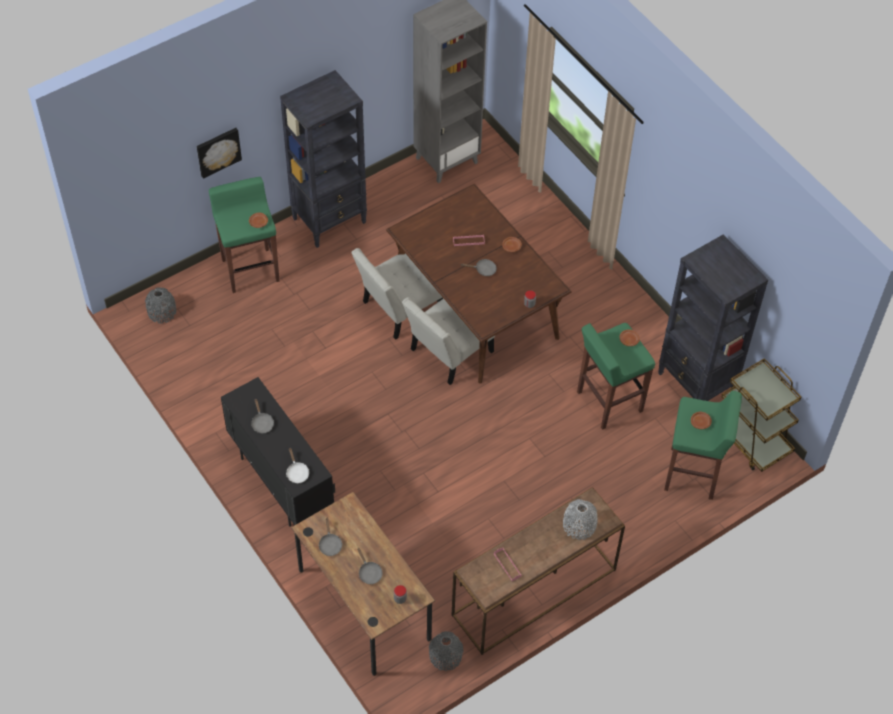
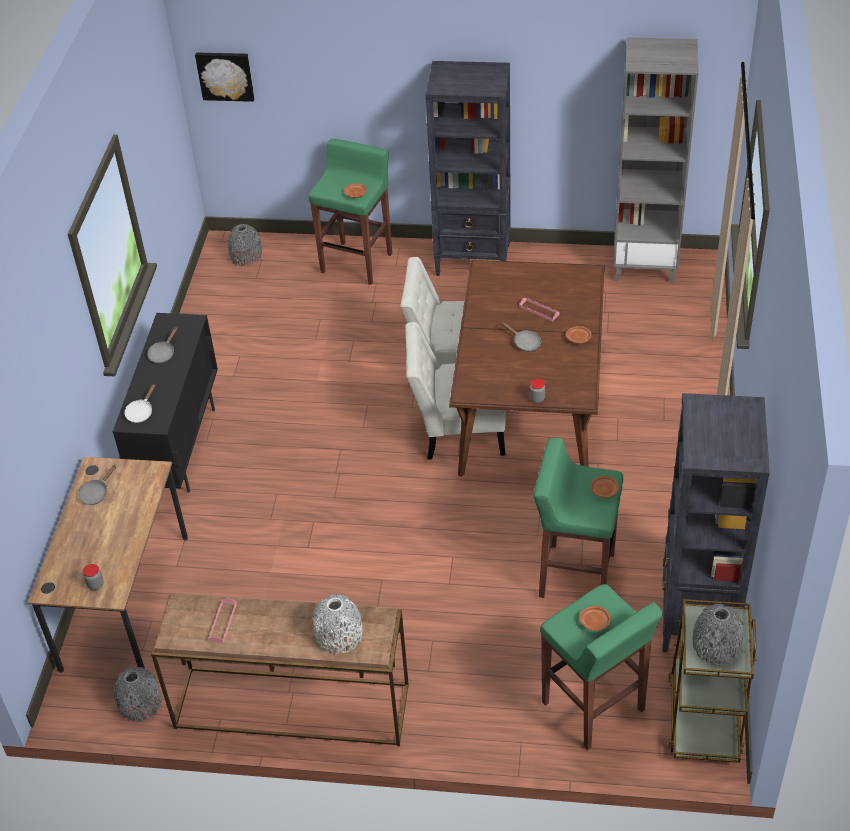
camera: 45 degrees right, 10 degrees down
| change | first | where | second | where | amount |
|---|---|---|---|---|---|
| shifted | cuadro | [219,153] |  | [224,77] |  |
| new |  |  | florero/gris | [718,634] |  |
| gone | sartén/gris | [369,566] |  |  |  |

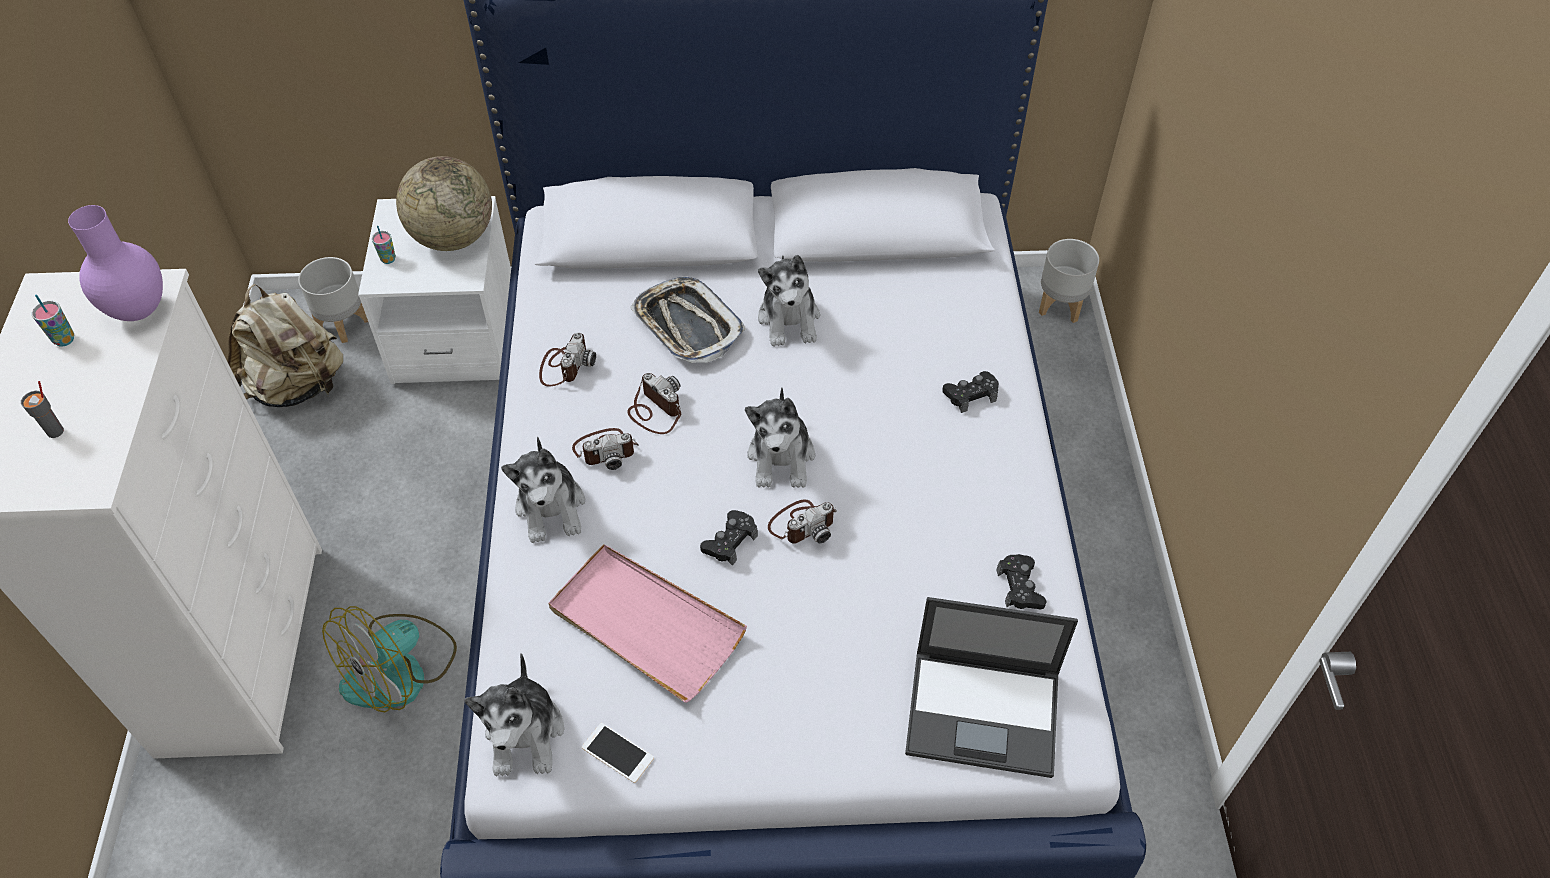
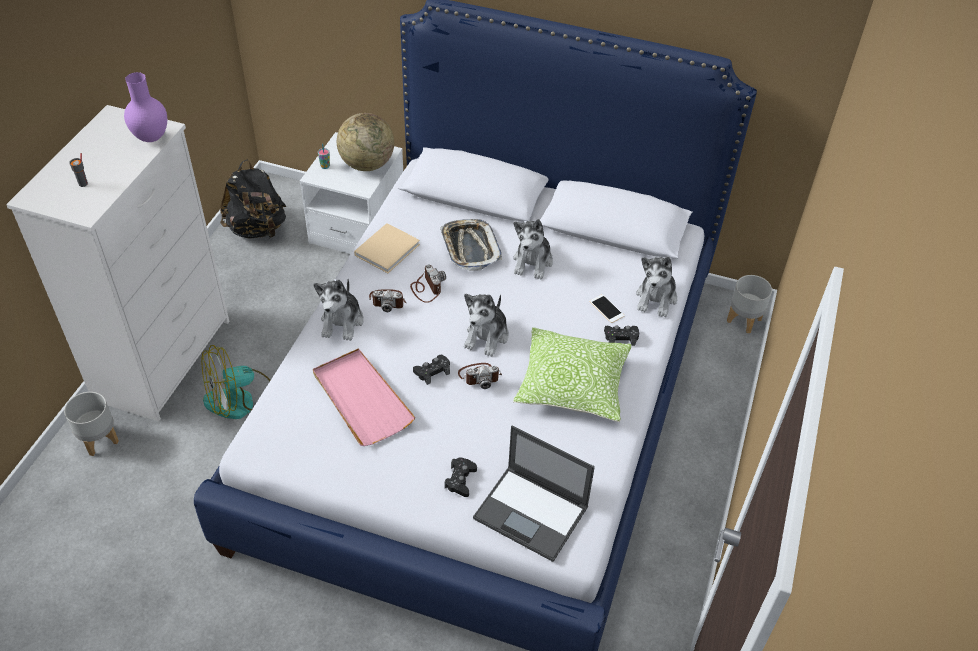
camera: 20 degrees right, 5 degrees down
| change | first | where | second | where | amount |
|---|---|---|---|---|---|
| shifted | maceta/gris | [333,300] |  | [91,424] |  |
| repainted | mochila/beis | [285,345] | mochila/negro | [253,199] |  |
| swapped | cámara | [567,360] | libro/beis | [387,248] |  |
| shifted | mando de consola/negro | [1021,581] |  | [460,477] |  |
| new |  |  | cojín | [572,374] |  |
| shifted | móvil | [618,753] |  | [607,308] |  |
| shifted | peluche | [514,714] |  | [656,286] |  |
| gone | taza | [53,321] |  |  |  |

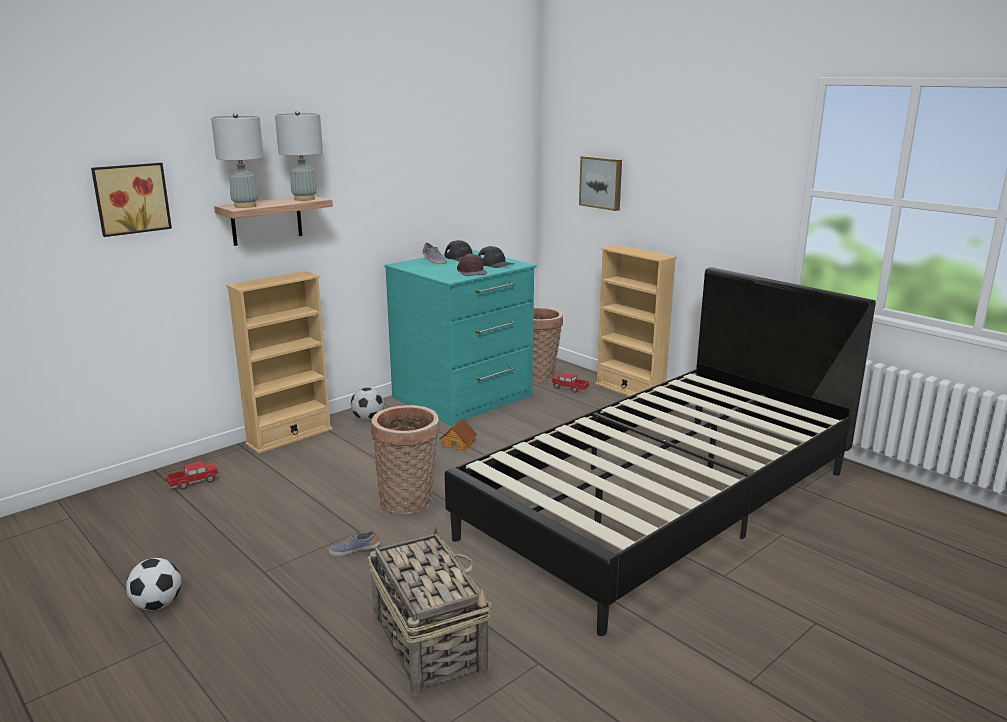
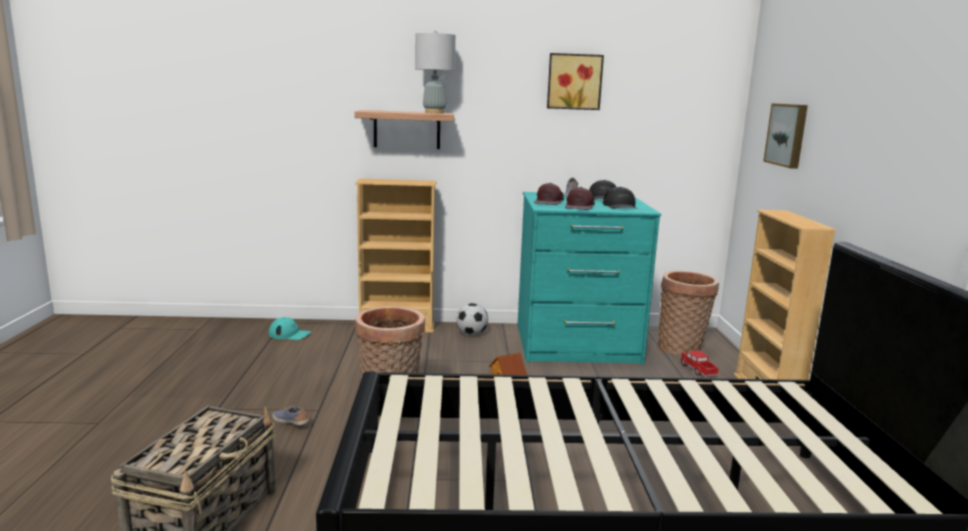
camera: 40 degrees right, 5 degrees down
| change | first | where | second | where | amount |
|---|---|---|---|---|---|
| swapped | camión de juguete | [192,475] | gorra/turquesa | [290,328] |  |
| new |  |  | gorra/marrón | [549,194] |  |
| shifted | cuadro | [131,200] |  | [575,81] |  |
| gone | balón de fútbol | [153,584] |  |  |  |
| gone | lámpara de mesa/gris | [237,160] |  |  |  |

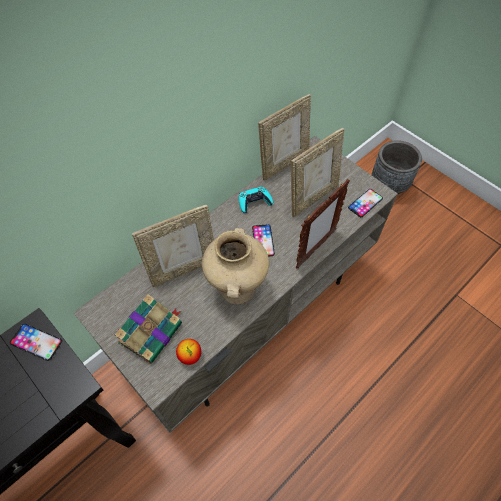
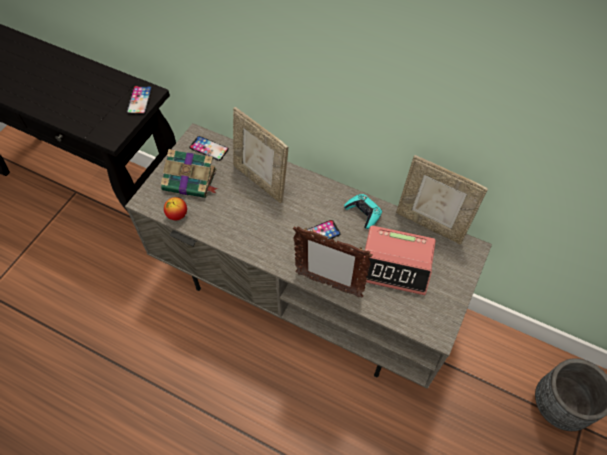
camera: 70 degrees right, 0 degrees up
| change | first | where | second | where | amount |
|---|---|---|---|---|---|
| shifted | móvil | [365,203] |  | [209,148] |  |
| swapped | portarretratos | [317,172] | despertador | [400,260] |  |
| gone | florero/beis | [235,266] |  |  |  |

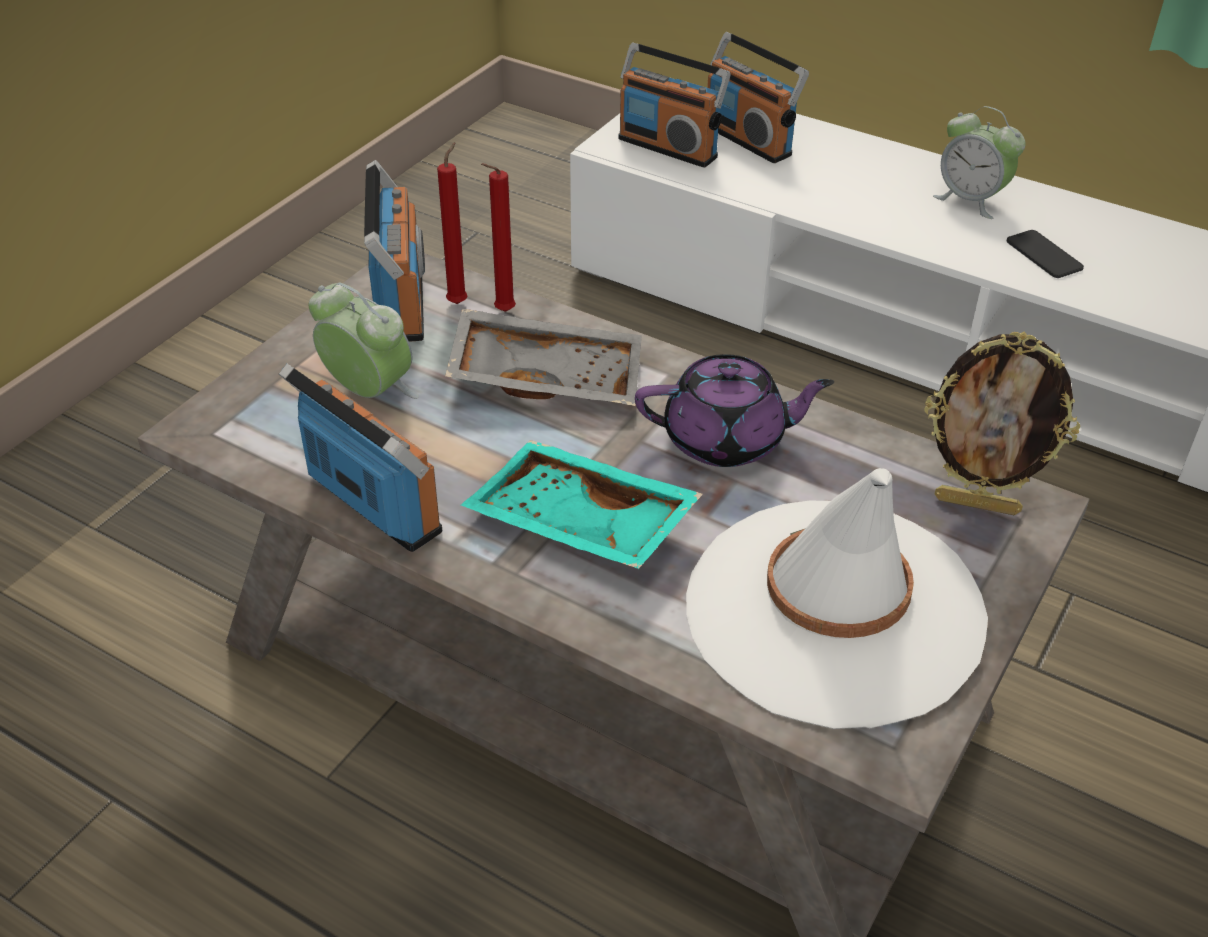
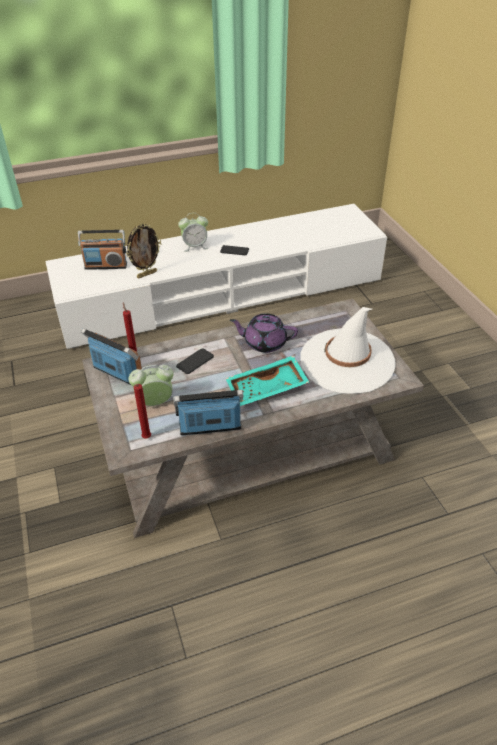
camera: 50 degrees left, 0 degrees up
| change | first | where | second | where | amount |
|---|---|---|---|---|---|
| shifted | portarretratos | [1002,423] |  | [143,250] |  |
| shifted | vela/rojo | [498,237] |  | [142,411] |  |
| swapped | bandeja/gris | [543,357] | móvil | [195,361] |  |
| rotated | tetera/morado | [734,410] |  | [264,333] | 120 degrees counterclockwise |
| gone | radio | [674,105] |  |  |  |

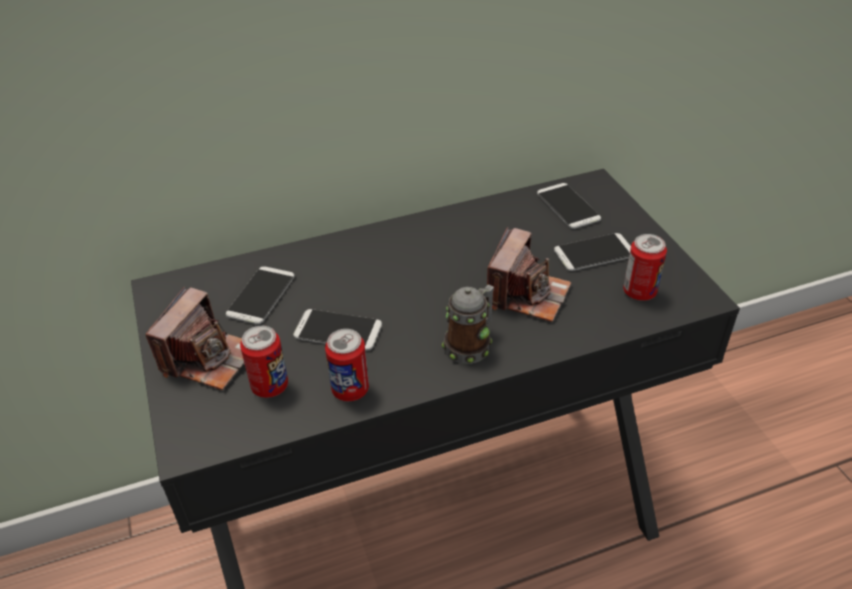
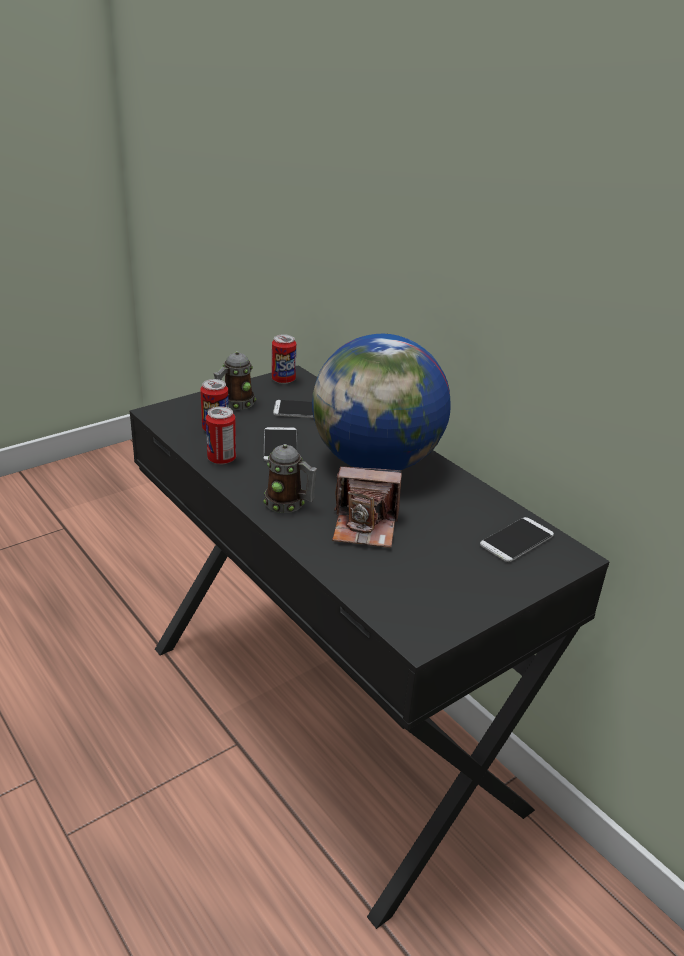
camera: 70 degrees right, 10 degrees down
| change | first | where | second | where | amount |
|---|---|---|---|---|---|
| swapped | cámara | [194,338] | taza grande | [234,380] |  |
| shifted | lata | [645,267] |  | [284,359] |  |
| new |  |  | globo terráqueo | [381,402] |  |
| gone | móvil | [592,252] |  |  |  |

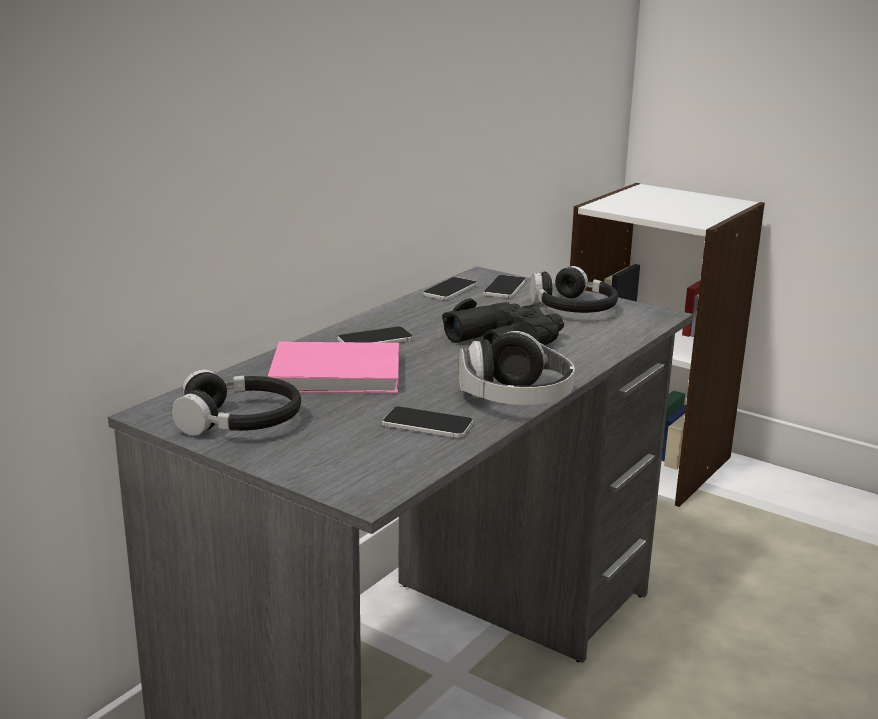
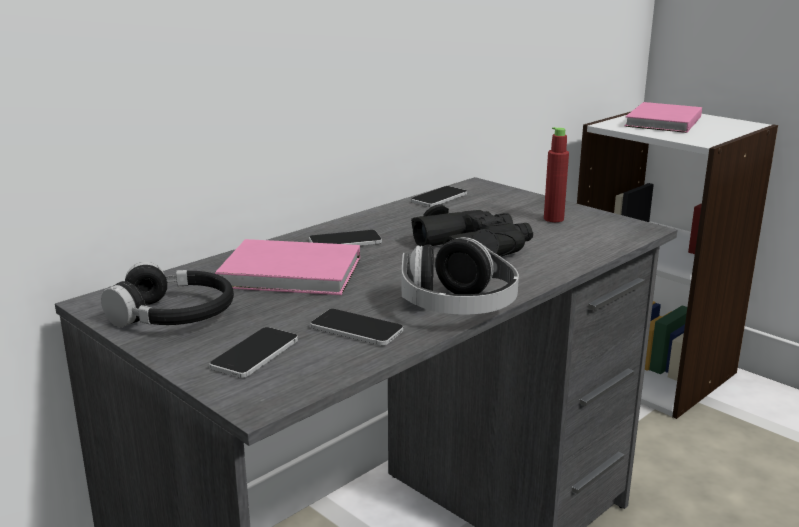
camera: 10 degrees right, 0 degrees up
| change | first | where | second | where | amount |
|---|---|---|---|---|---|
| shifted | móvil | [504,286] |  | [253,352] |  |
| swapped | auriculares/negro | [574,289] | botella/rojo | [556,174] |  |
| new |  |  | libro/rosa | [663,117] |  |

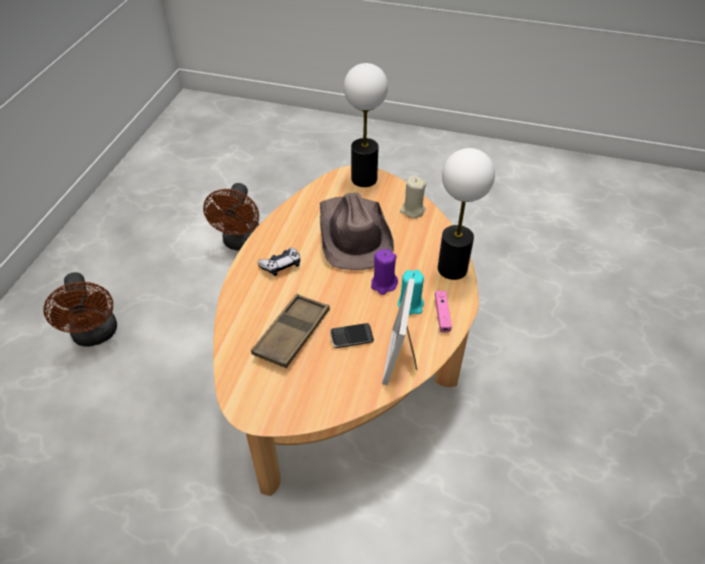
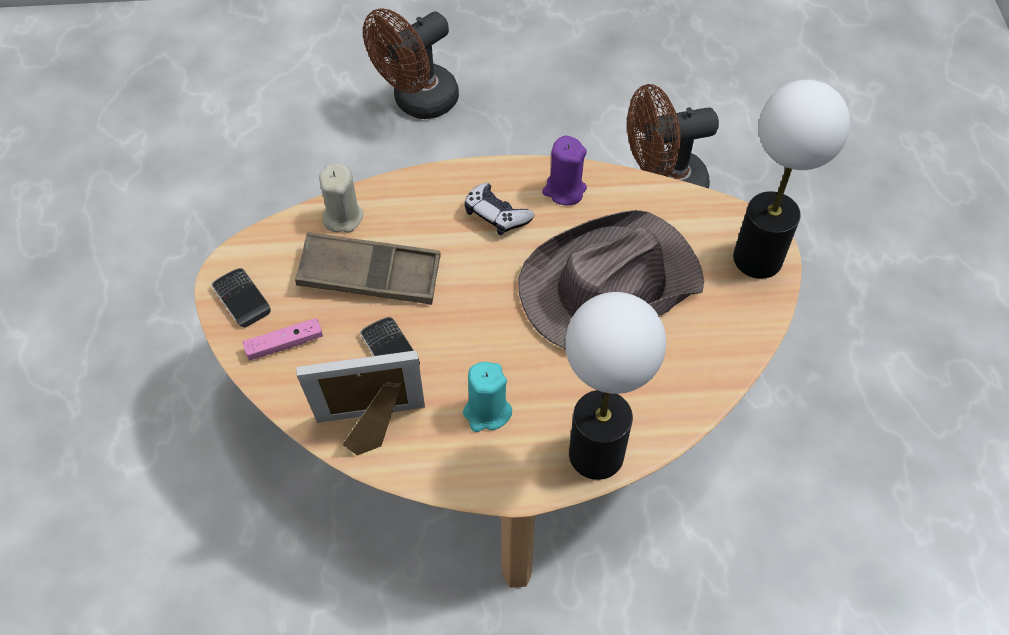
camera: 70 degrees right, 10 degrees up
| change | first | where | second | where | amount |
|---|---|---|---|---|---|
| new |  |  | móvil | [241,298] |  |
| shifted | mando de consola/rosa | [443,312] |  | [283,339] |  |
| shifted | vela/beis | [413,197] |  | [341,198] |  |
| shifted | vela/morado | [384,272] |  | [564,170] |  |

